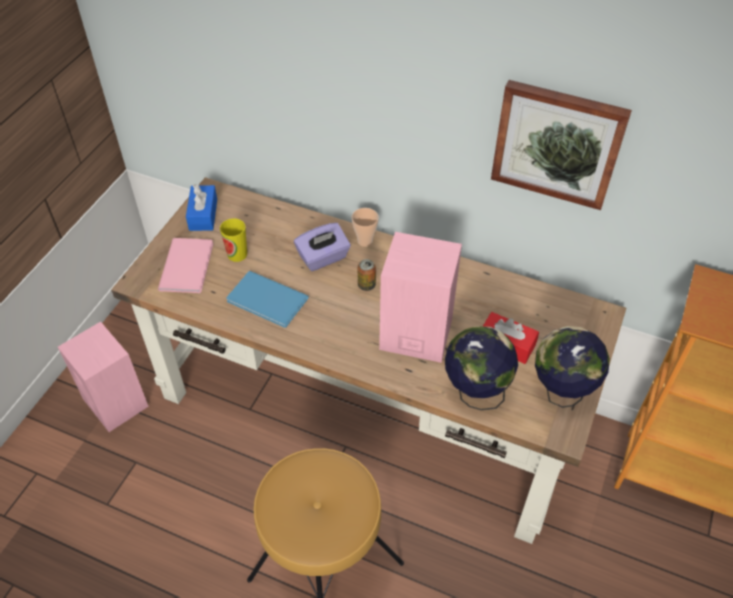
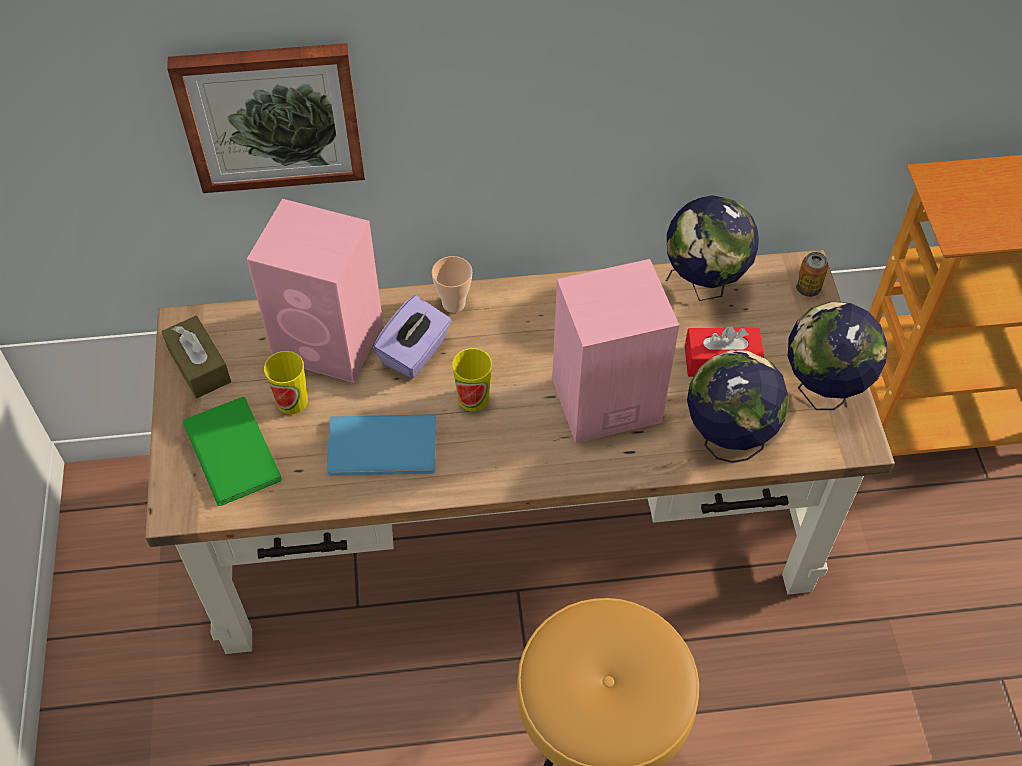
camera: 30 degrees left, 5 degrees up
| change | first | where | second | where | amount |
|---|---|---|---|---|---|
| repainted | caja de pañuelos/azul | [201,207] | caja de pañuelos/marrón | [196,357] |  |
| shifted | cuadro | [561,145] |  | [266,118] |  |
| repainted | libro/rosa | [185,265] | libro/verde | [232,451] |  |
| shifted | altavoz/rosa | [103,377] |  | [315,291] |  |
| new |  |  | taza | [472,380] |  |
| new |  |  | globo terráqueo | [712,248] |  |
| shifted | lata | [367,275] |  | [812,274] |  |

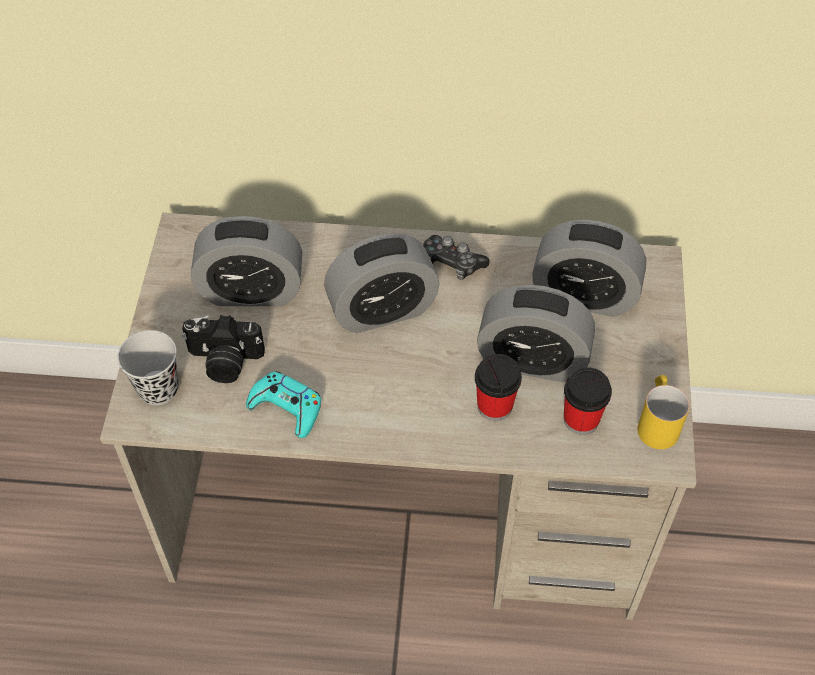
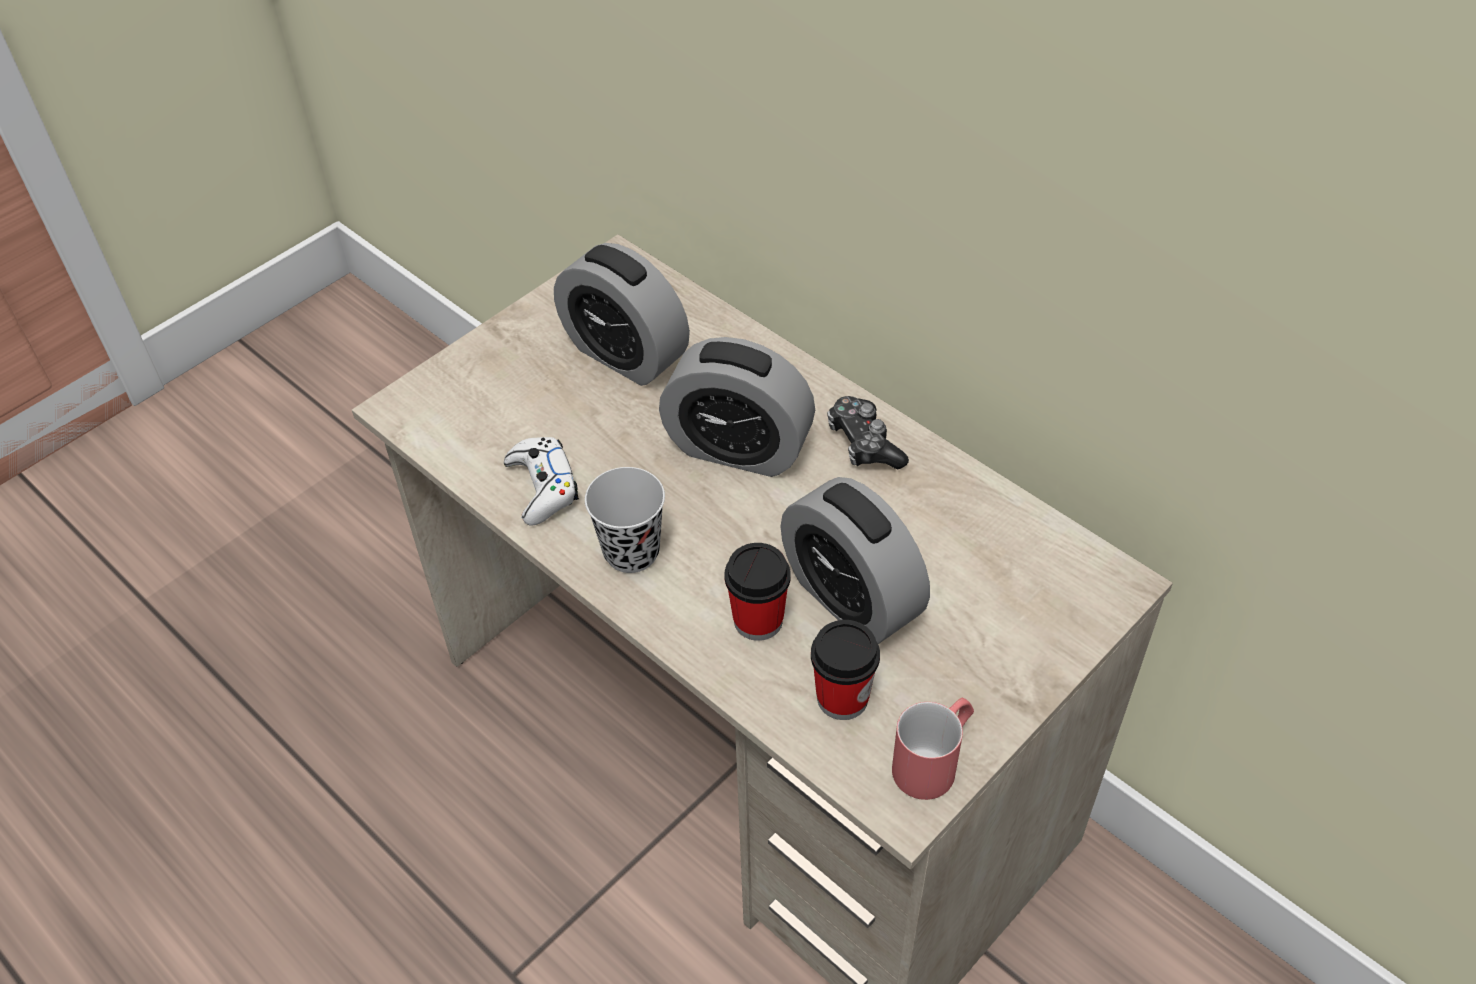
camera: 40 degrees right, 5 degrees down
| change | first | where | second | where | amount |
|---|---|---|---|---|---|
| repainted | mando de consola/turquesa | [283,404] | mando de consola/blanco | [541,481] |  |
| shifted | taza/negro | [147,368] |  | [625,520] |  |
| repainted | taza grande/amarillo | [663,412] | taza grande/rojo | [933,749] |  |
| gone | cámara | [223,349] |  |  |  |
| gone | despertador | [589,268] |  |  |  |

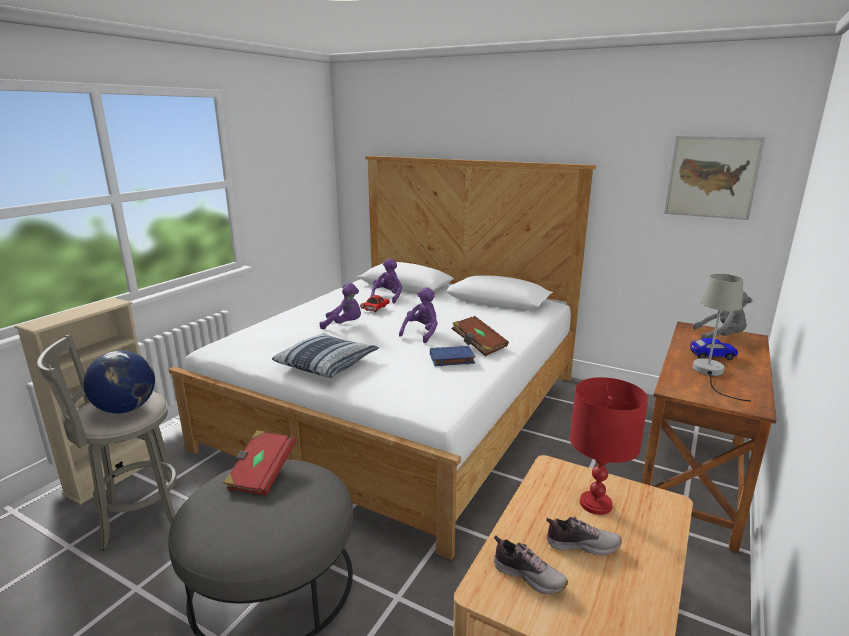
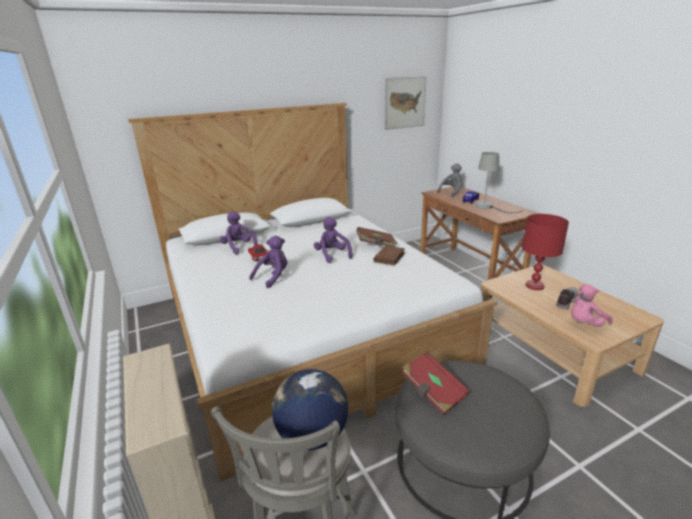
camera: 55 degrees left, 5 degrees up
| change | first | where | second | where | amount |
|---|---|---|---|---|---|
| repainted | libro/azul | [452,356] | libro/marrón | [389,255] |  |
| swapped | zapato | [531,564] | peluche/rosa | [591,305] |  |
| gone | cojín | [325,355] |  |  |  |

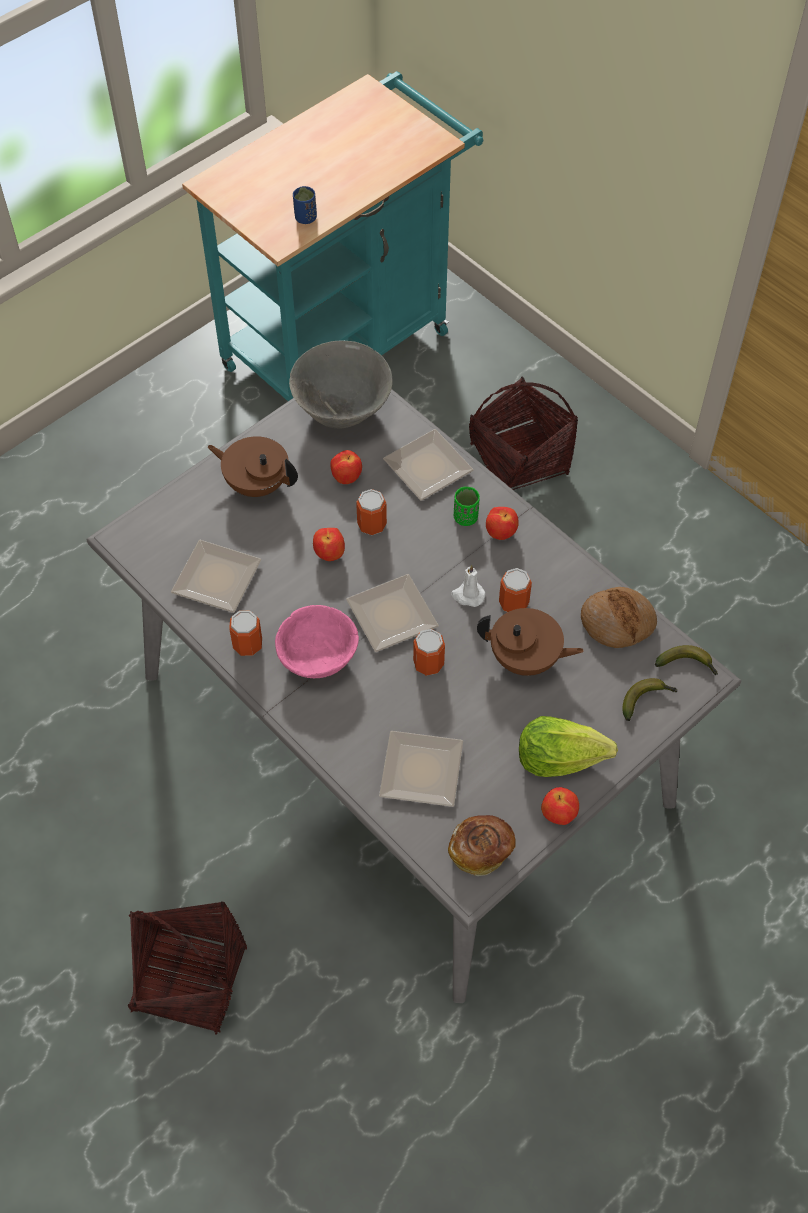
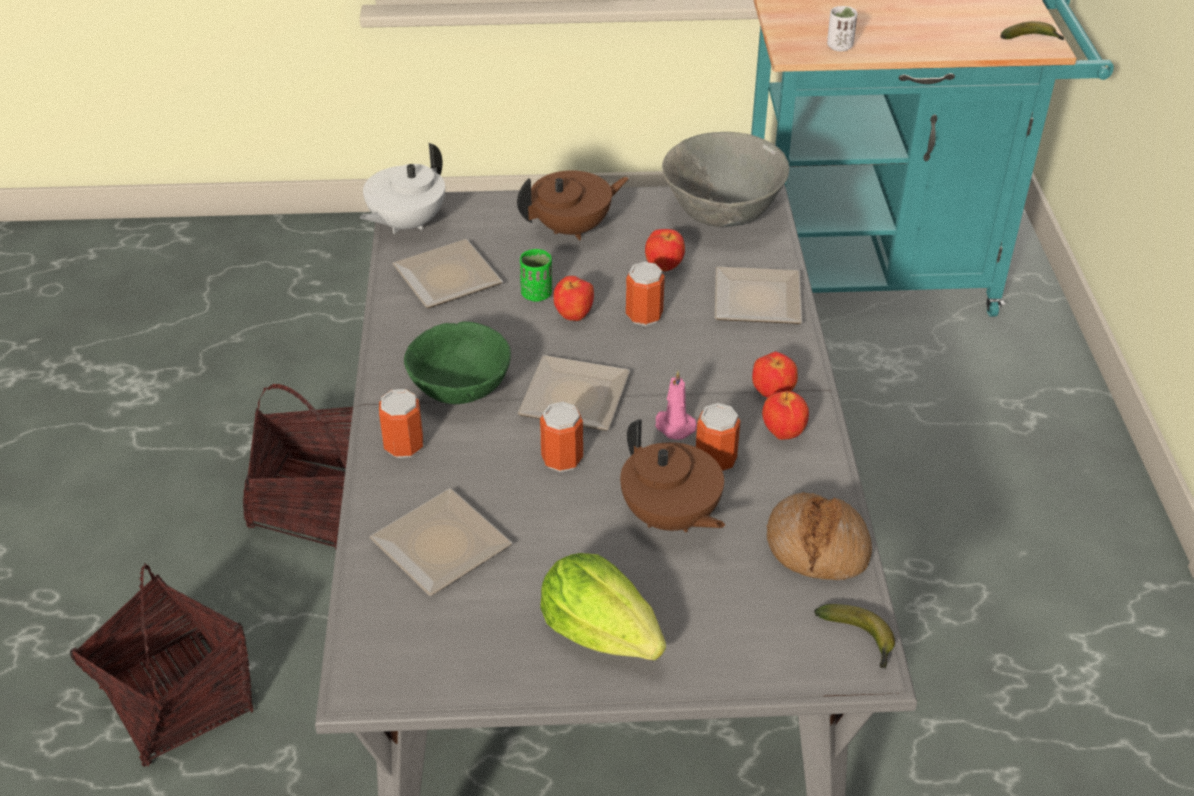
camera: 40 degrees right, 15 degrees down
| change | first | where | second | where | amount |
|---|---|---|---|---|---|
| shifted | cesta | [523,433] |  | [298,467] |  |
| new |  |  | tetera/blanco | [402,188] |  |
| shifted | lata | [245,633] |  | [401,423] |  |
| repainted | cuenco/rosa | [317,641] | cuenco/verde | [457,363] |  |
| rotated | tetera/marrón | [252,466] |  | [573,205] | 90 degrees clockwise |
| shifted | taza/verde | [467,506] |  | [536,275] |  |
| repainted | vela/blanco | [468,586] | vela/rosa | [676,405] |  |
| shifted | manzana | [560,806] |  | [785,415] |  |
| repainted | taza/azul | [305,205] | taza/blanco | [842,28] |  |
| shifted | plátano | [649,699] |  | [1032,30] |  |
| gone | pan | [482,845] |  |  |  |

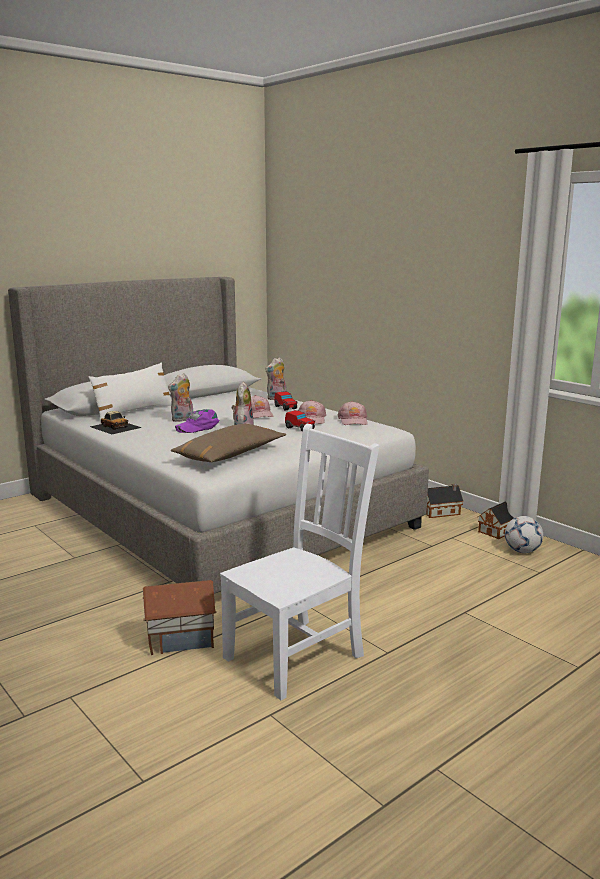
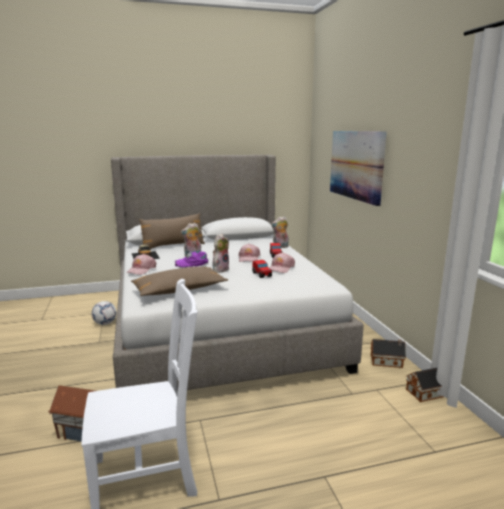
camera: 25 degrees right, 0 degrees up
| change | first | where | second | where | amount |
|---|---|---|---|---|---|
| shifted | balón de fútbol | [524,534] |  | [104,313] |  |
| shifted | gorra/rosa | [352,413] |  | [141,264] |  |
| repainted | cojín/blanco | [130,392] | cojín/marrón | [172,231] |  |
| new |  |  | cuadro | [358,168] |  |

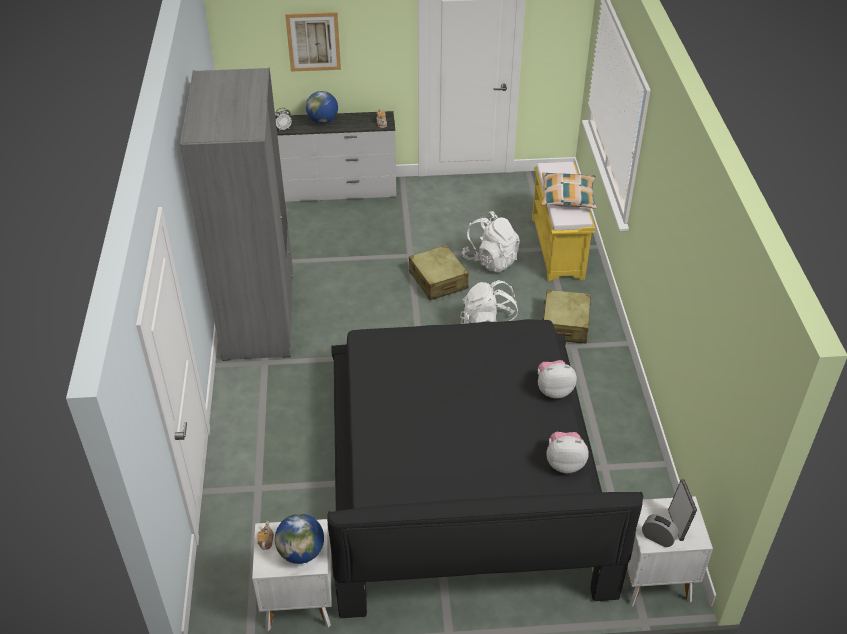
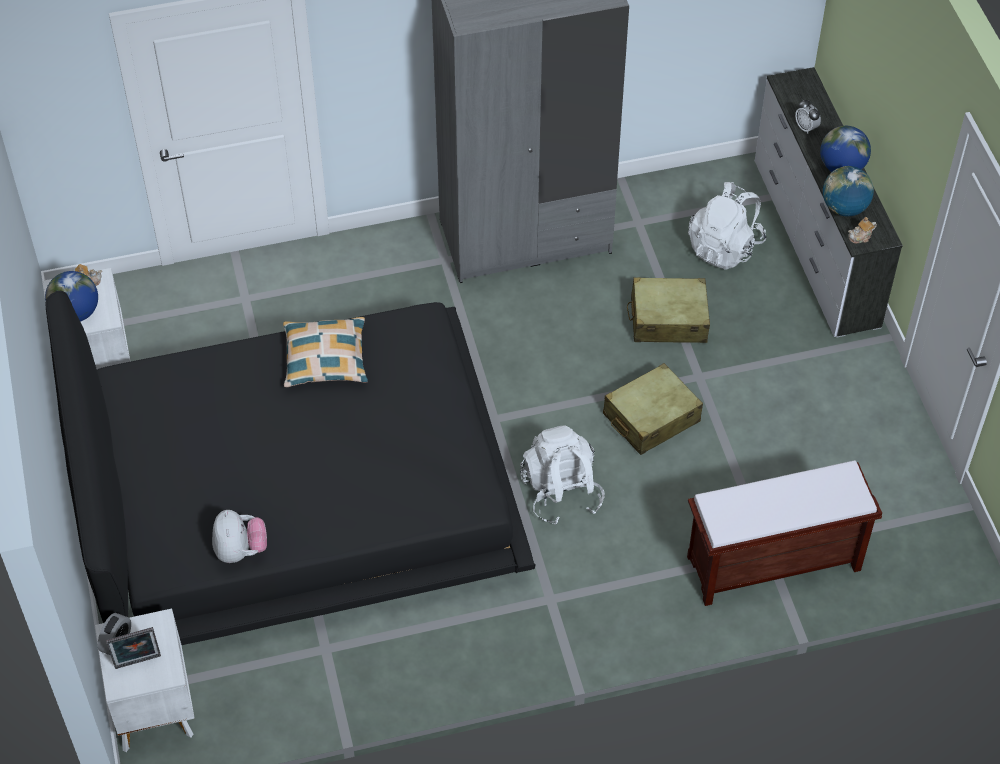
camera: 80 degrees right, 10 degrees up
| change | first | where | second | where | amount |
|---|---|---|---|---|---|
| shifted | cojín | [568,191] |  | [325,352] |  |
| shifted | maleta/beis | [566,316] |  | [668,310] |  |
| repainted | banco/amarillo | [563,222] | banco/marrón | [784,533] |  |
| shifted | mochila/blanco | [491,242] |  | [727,226] |  |
| new |  |  | globo terráqueo | [848,191] |  |
| gone | cuadro | [313,42] |  |  |  |
| gone | peluche | [557,379] |  |  |  |

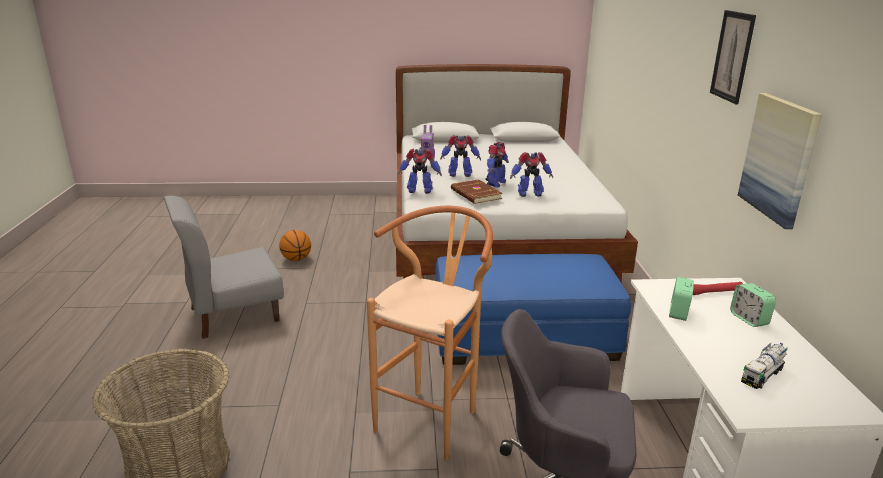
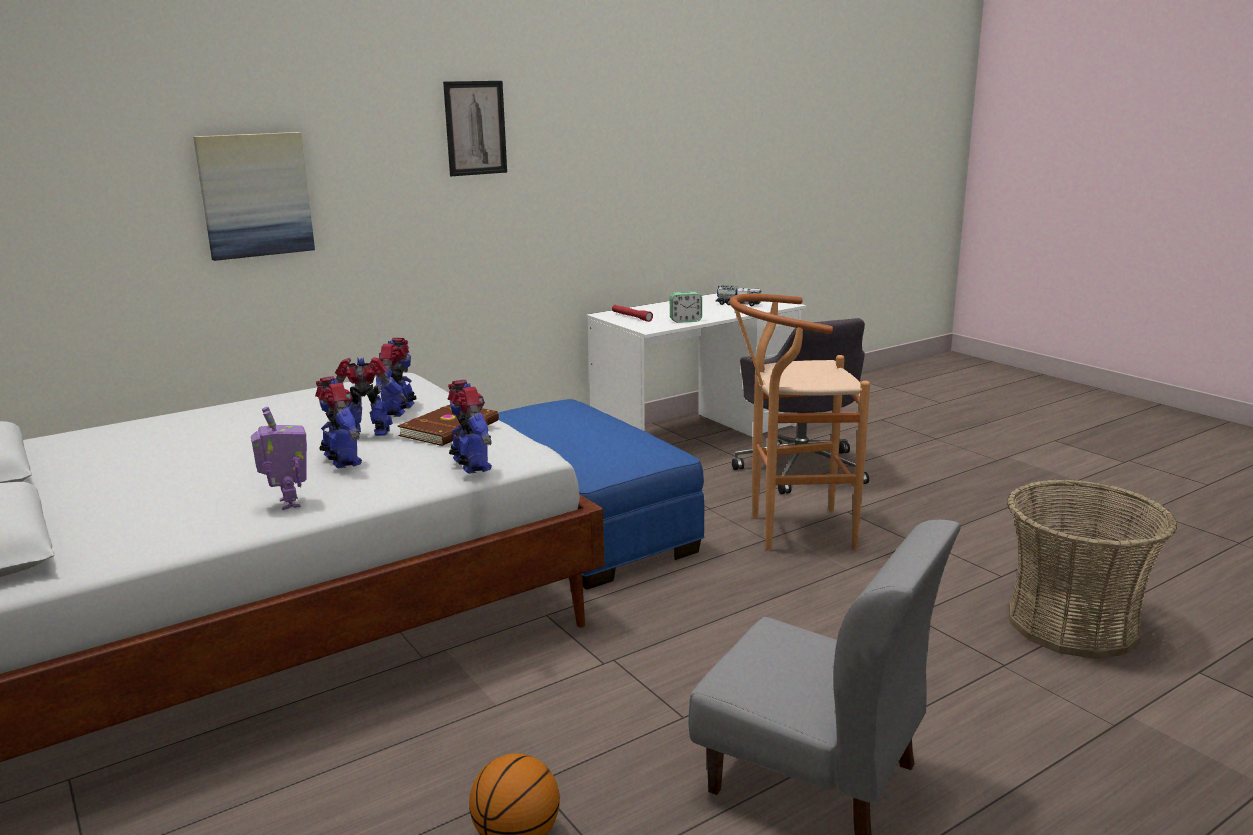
camera: 120 degrees left, 5 degrees down
| change | first | where | second | where | amount |
|---|---|---|---|---|---|
| shifted | cuadro | [780,161] |  | [254,196] |  |
| rotated | robot de juguete | [531,174] |  | [396,377] | 135 degrees counterclockwise |
| gone | despertador | [753,305] |  |  |  |

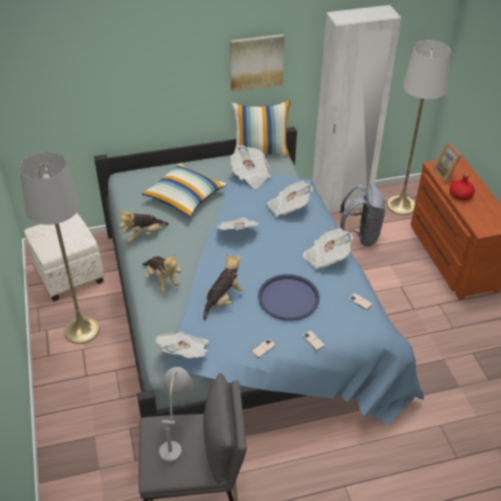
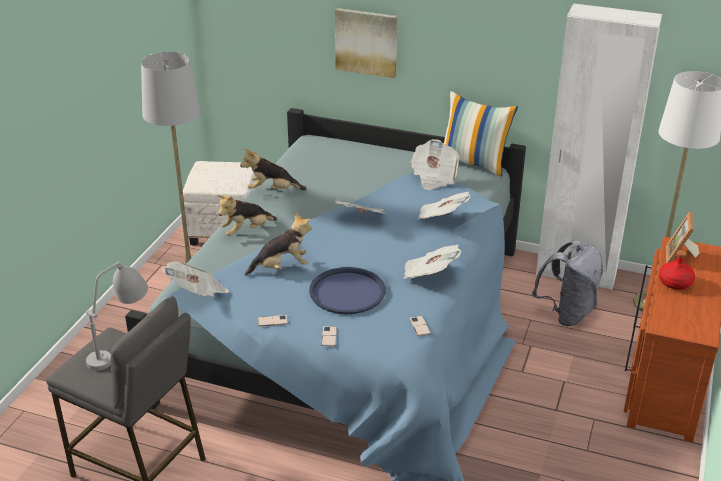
camera: 35 degrees right, 10 degrees down
| change | first | where | second | where | amount |
|---|---|---|---|---|---|
| rotated | peluche | [161,272] |  | [247,215] | 60 degrees clockwise |
| shifted | cuadro | [257,63] |  | [366,43] |  |
| gone | cojín | [184,190] |  |  |  |

